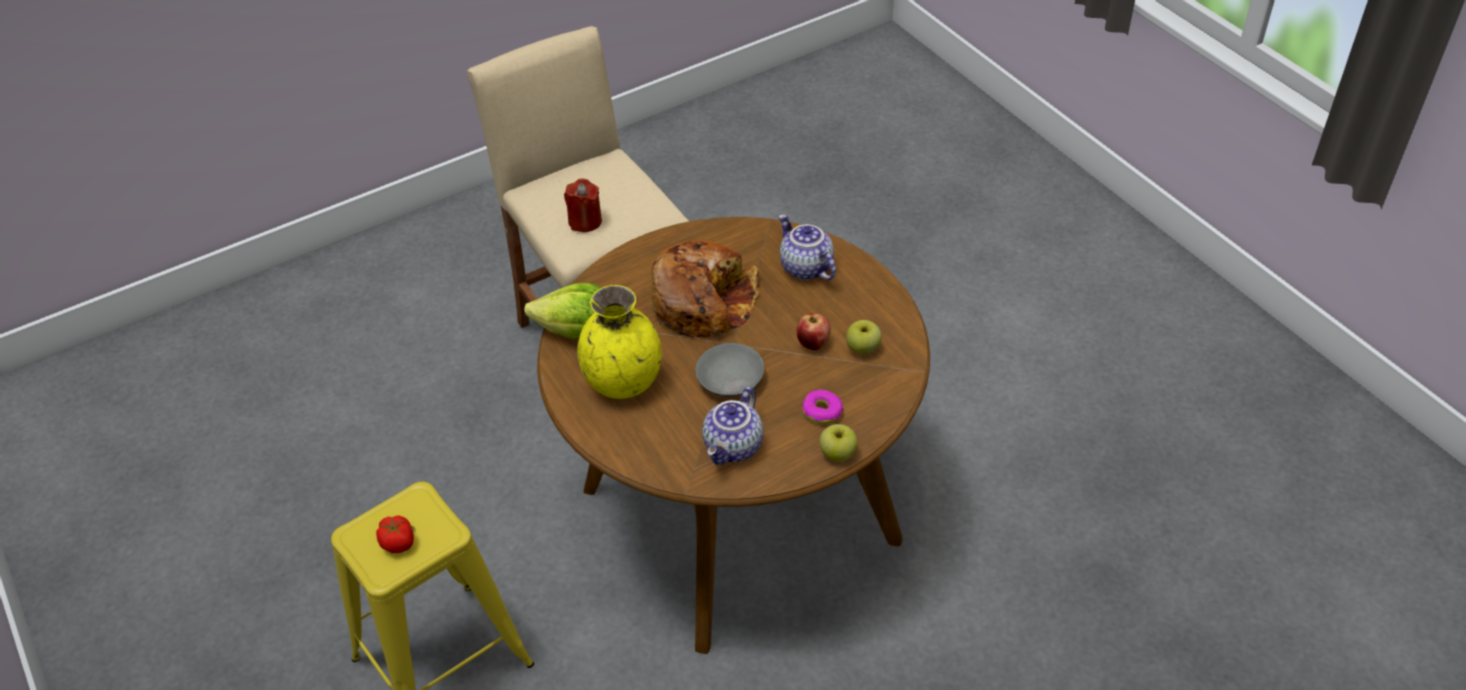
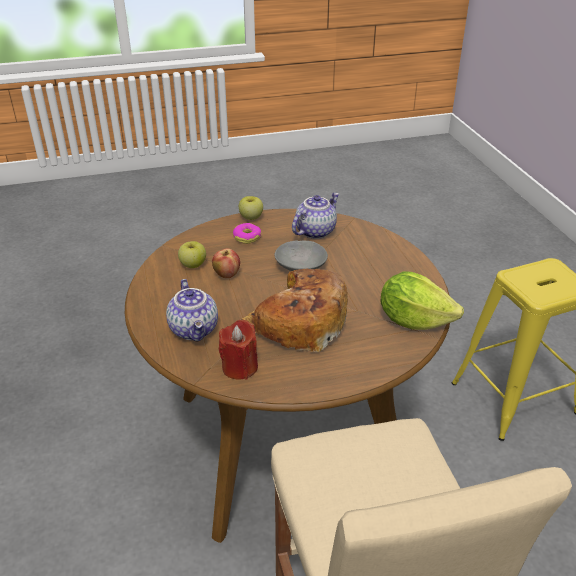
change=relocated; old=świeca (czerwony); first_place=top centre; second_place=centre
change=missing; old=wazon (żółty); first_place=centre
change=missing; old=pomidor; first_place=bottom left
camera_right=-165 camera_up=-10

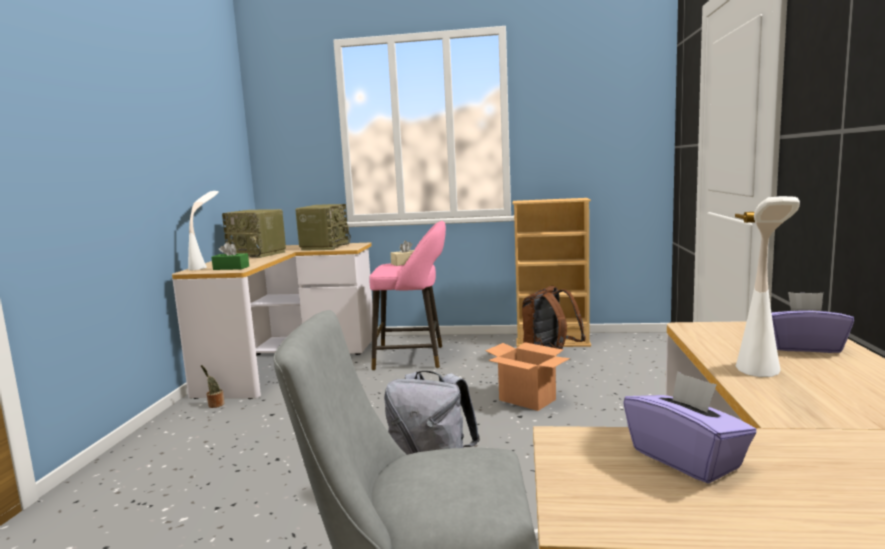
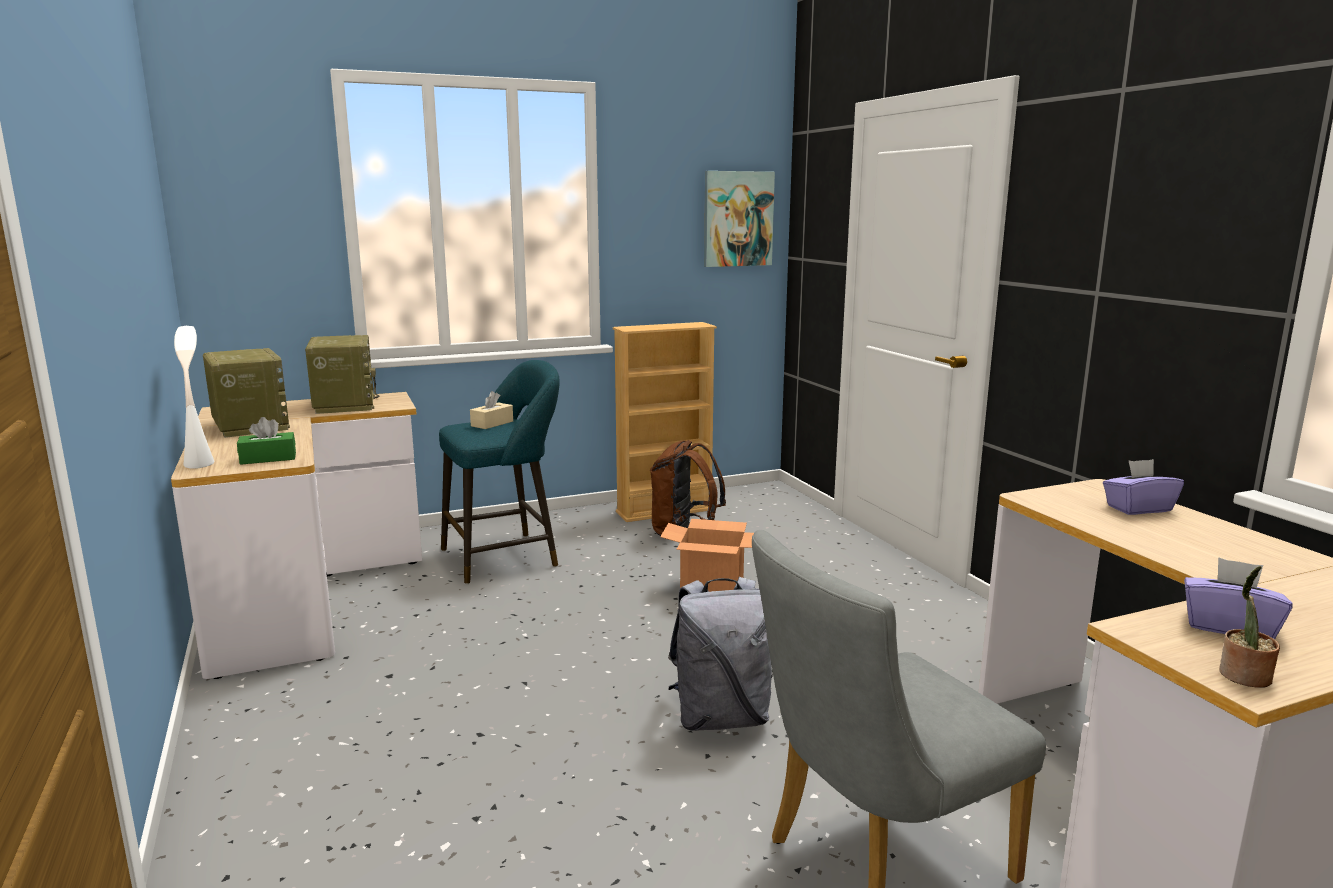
change=missing; old=lampa stołowa (biały) (no. 2 from left); first_place=middle right
change=spun; old=radio (no. 1 from left); first_place=middle left; second_place=middle left; degrees=-120
change=colour; old=stołek (różowy); new=stołek (turkusowy); first_place=centre; second_place=centre
change=relocated; old=roślina doniczkowa; first_place=bottom left; second_place=bottom right
change=appeared; new=obraz; second_place=top centre
camera_right=-30 camera_up=5

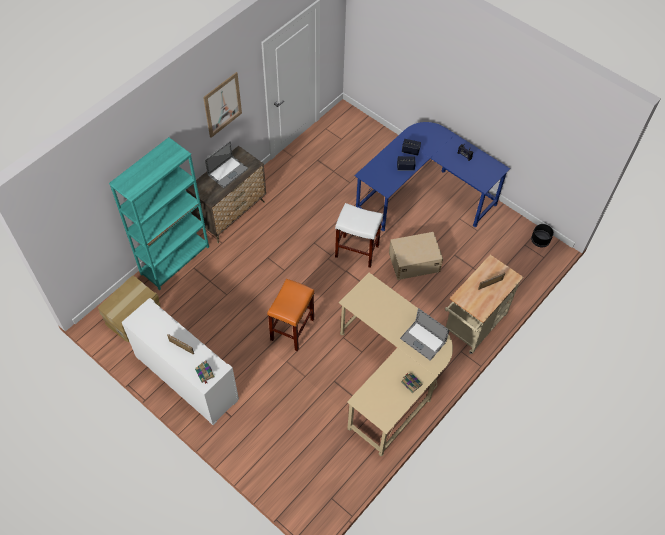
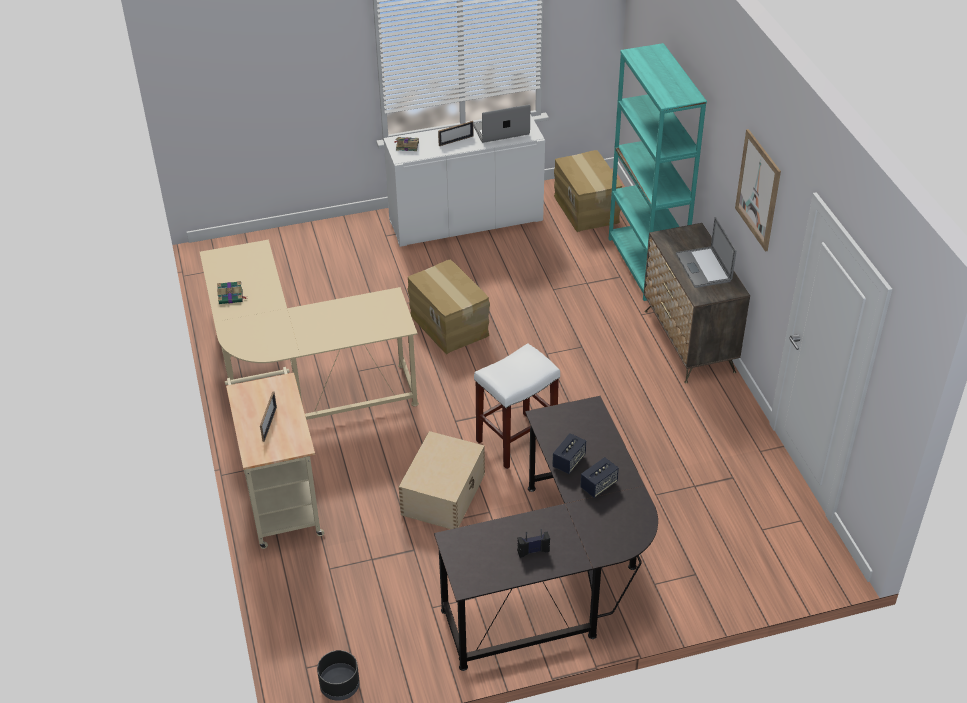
change=colour; old=biurko (niebieski); new=biurko (czarny); first_place=top centre; second_place=bottom centre
change=exchanged; old=stołek (pomarańczowy); new=karton (no. 1 from left); first_place=centre; second_place=centre
change=relocated; old=laptop (no. 2 from left in the first image); new=laptop (no. 1 from left); first_place=centre; second_place=top centre
camera_right=125 camera_up=-15

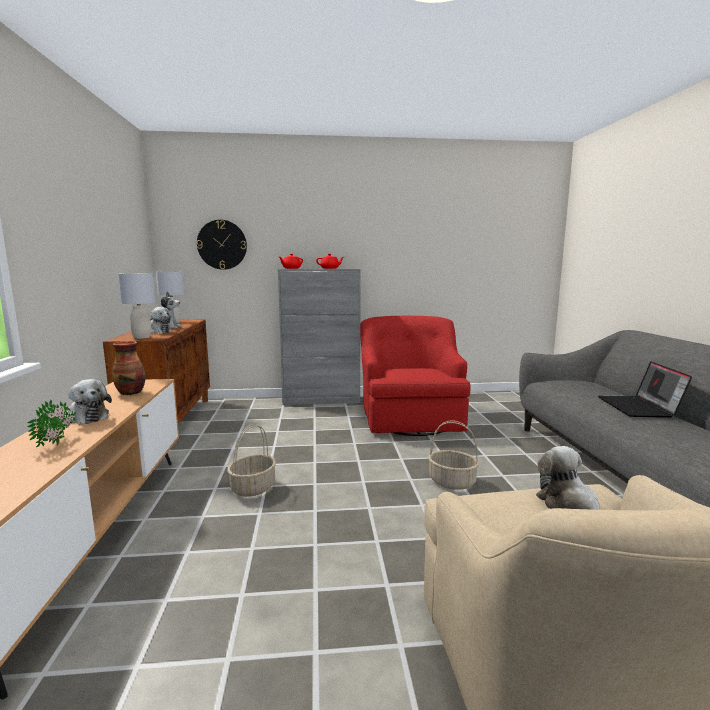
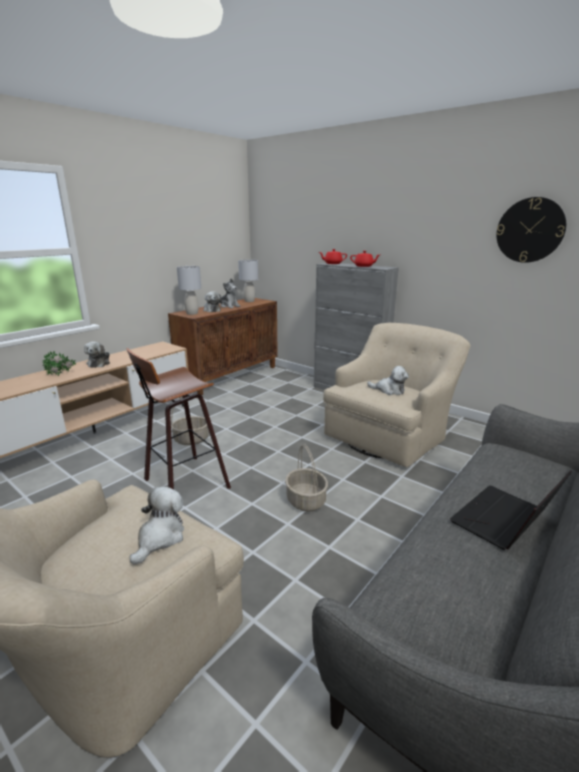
change=relocated; old=zegar ścienny; first_place=middle left; second_place=top right
change=colour; old=fotel (czerwony); new=fotel (beżowy) (no. 2 from left); first_place=centre; second_place=middle right
change=missing; old=wazon; first_place=middle left
change=appeared; new=stołek; second_place=middle left
change=appeared; new=pluszak (no. 5 from left); second_place=middle right
camera_right=45 camera_up=10

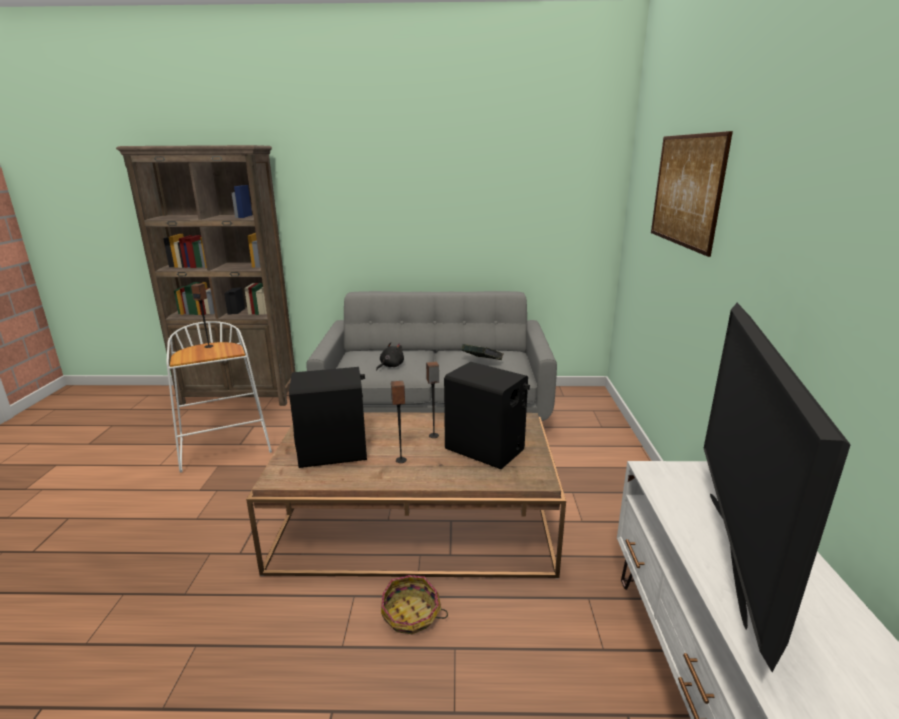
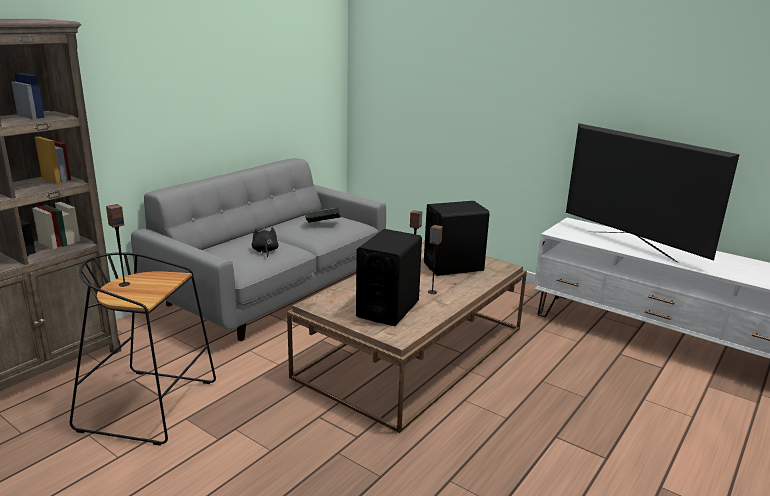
change=missing; old=obraz; first_place=top right
change=colour; old=stołek (biały); new=stołek (czarny); first_place=middle left; second_place=bottom left
change=missing; old=koszyk; first_place=bottom centre
camera_right=-55 camera_up=0

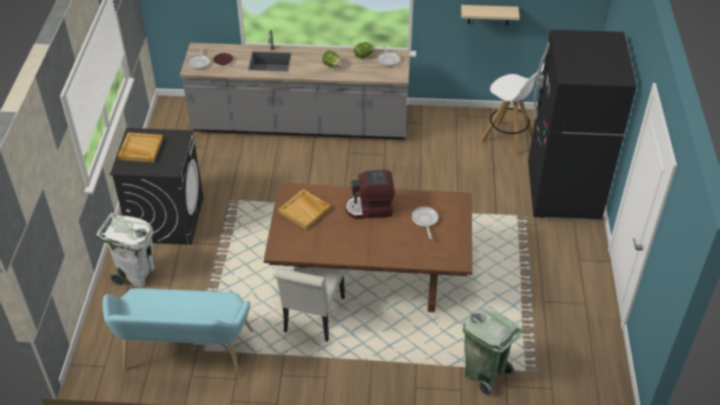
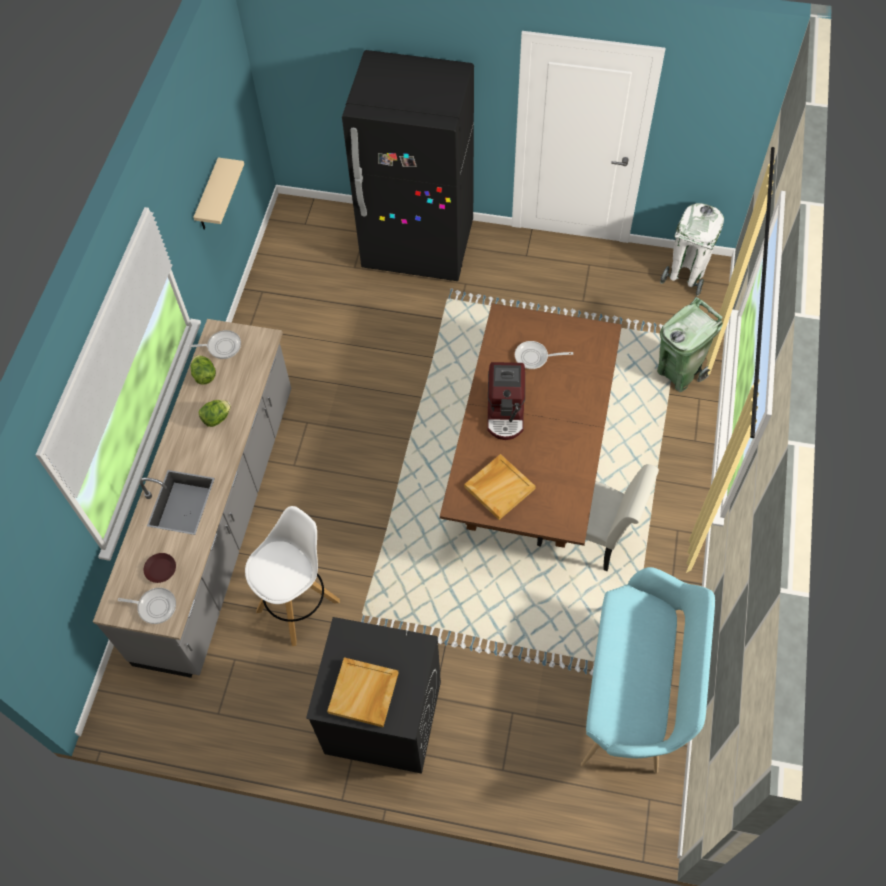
change=relocated; old=stołek (biały); first_place=top right; second_place=middle left
change=relocated; old=kosz na śmieci (biały); first_place=middle left; second_place=top right
camera_right=-80 camera_up=15

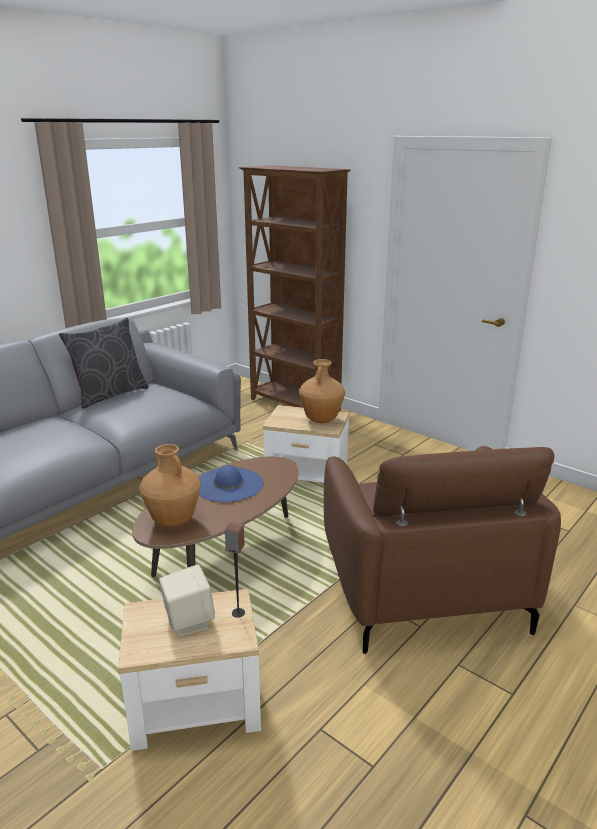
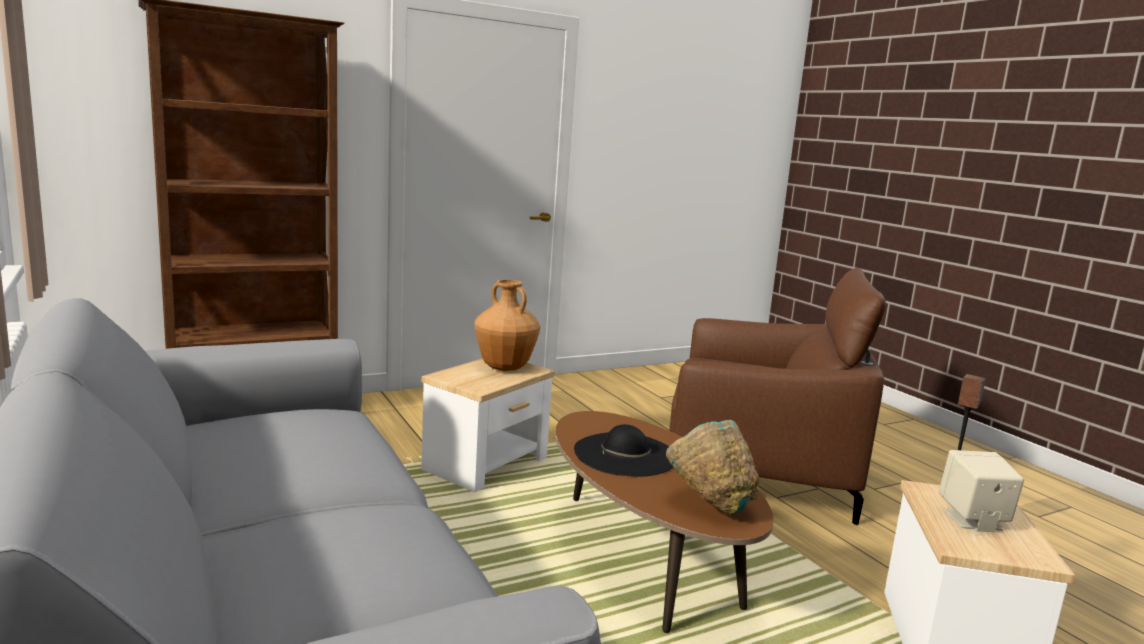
change=missing; old=poduszka (szary); first_place=middle left
change=exchanged; old=wazon (brązowy) (no. 1 from left); new=miska (turkusowy); first_place=middle left; second_place=bottom centre
change=colour; old=kapelusz (niebieski); new=kapelusz (czarny); first_place=centre; second_place=bottom centre
camera_right=-70 camera_up=-10

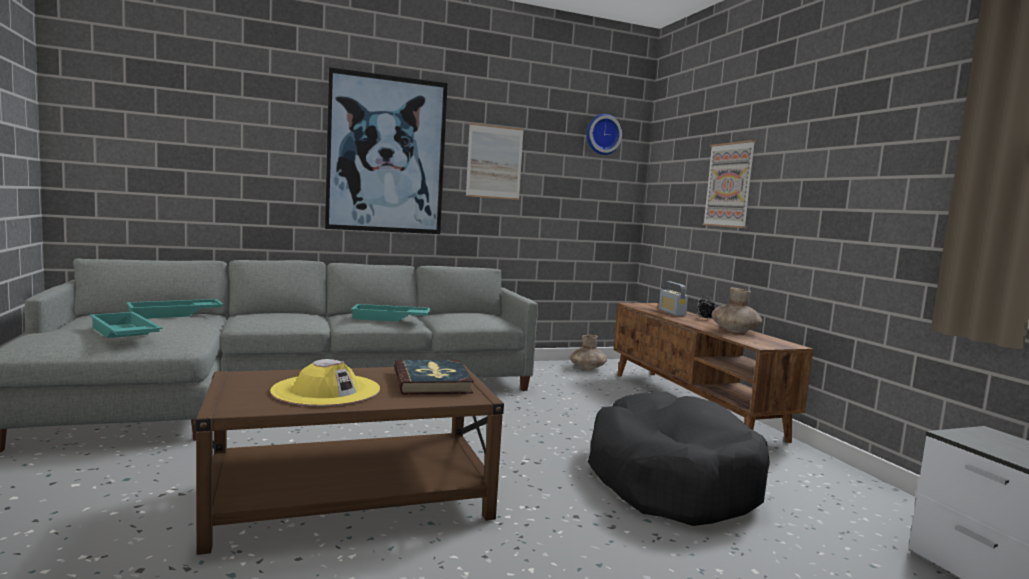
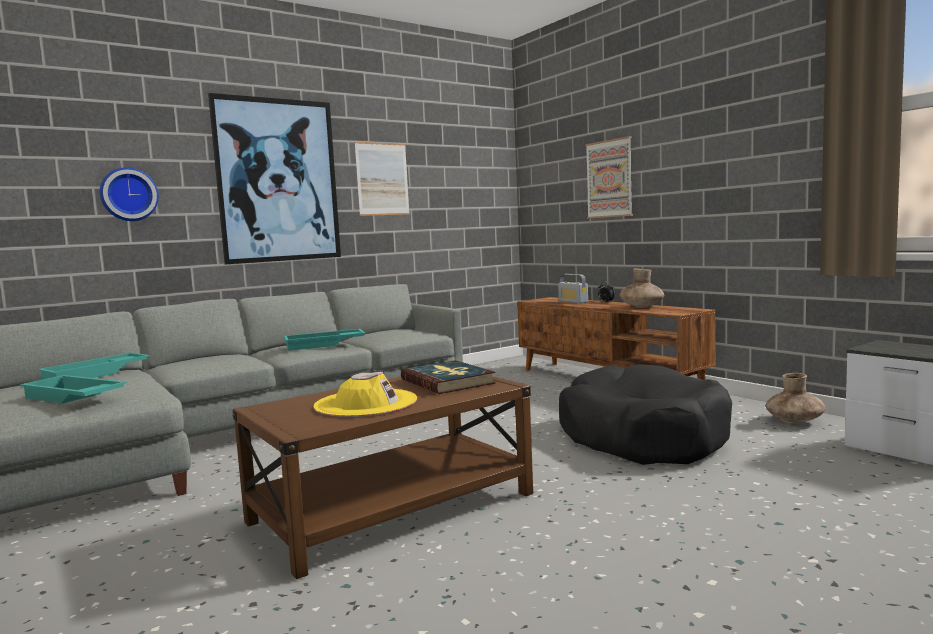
change=relocated; old=zegar ścienny; first_place=top centre; second_place=top left
change=relocated; old=wazon (brązowy) (no. 1 from left in the first image); new=wazon (brązowy) (no. 2 from left); first_place=centre; second_place=middle right
camera_right=-15 camera_up=0

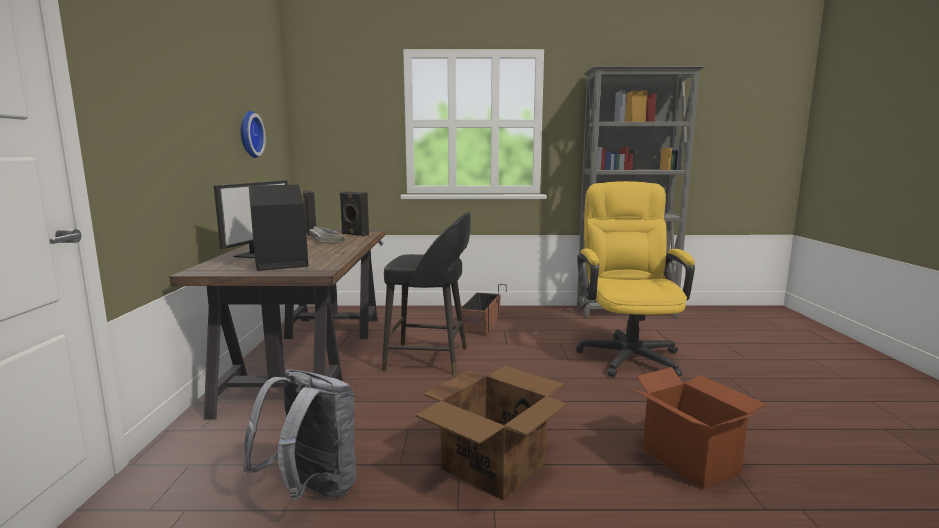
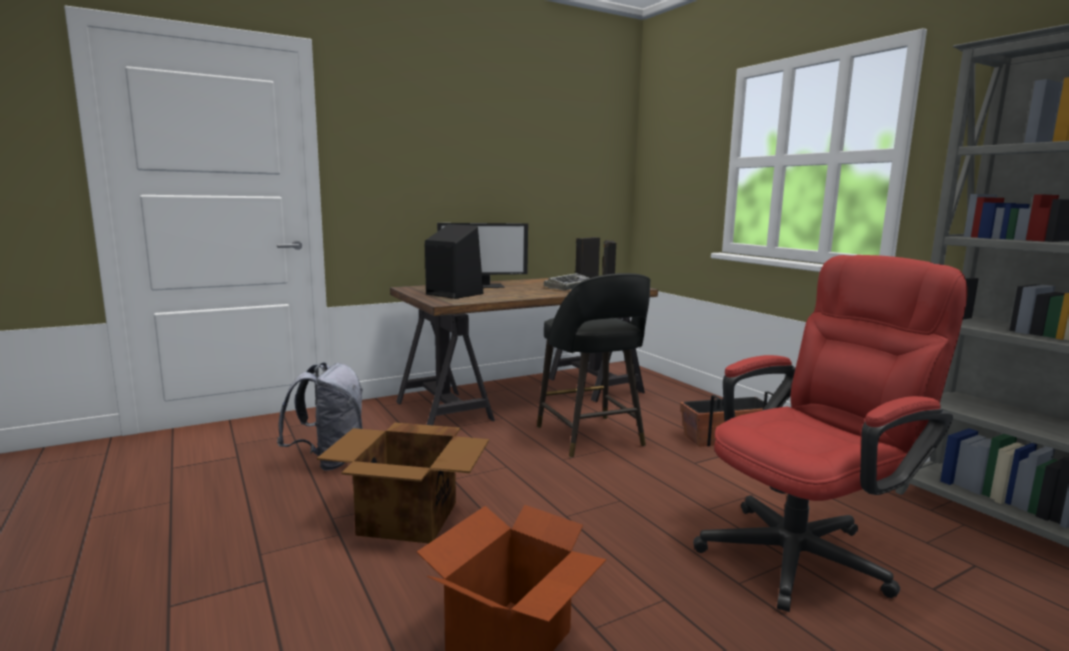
change=missing; old=zegar ścienny; first_place=top left
change=colour; old=krzesło biurowe (żółty); new=krzesło biurowe (czerwony); first_place=middle right; second_place=middle right
camera_right=60 camera_up=0

